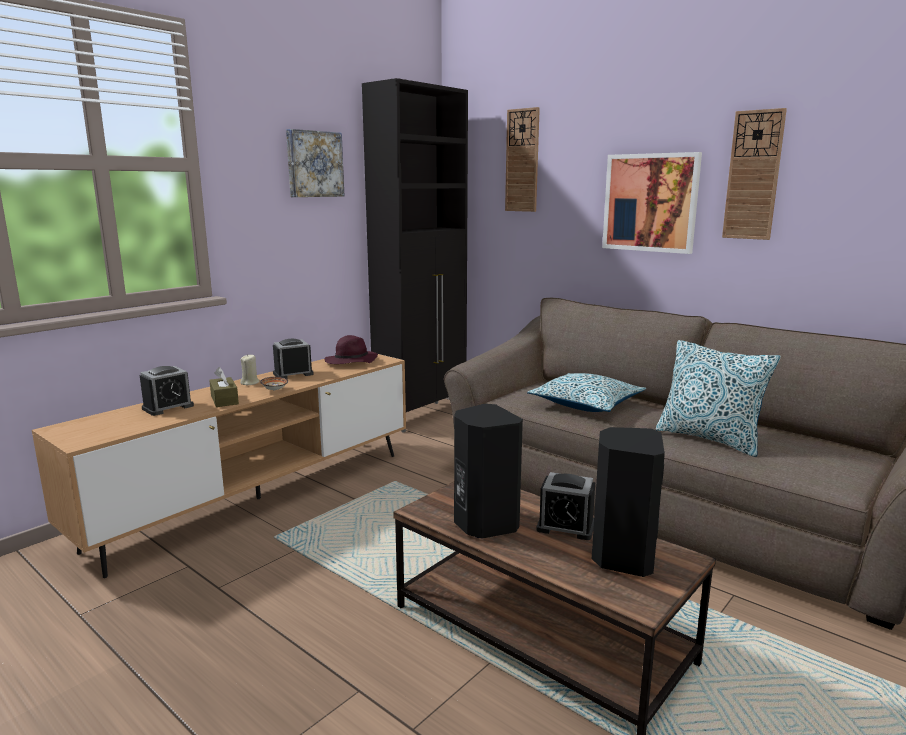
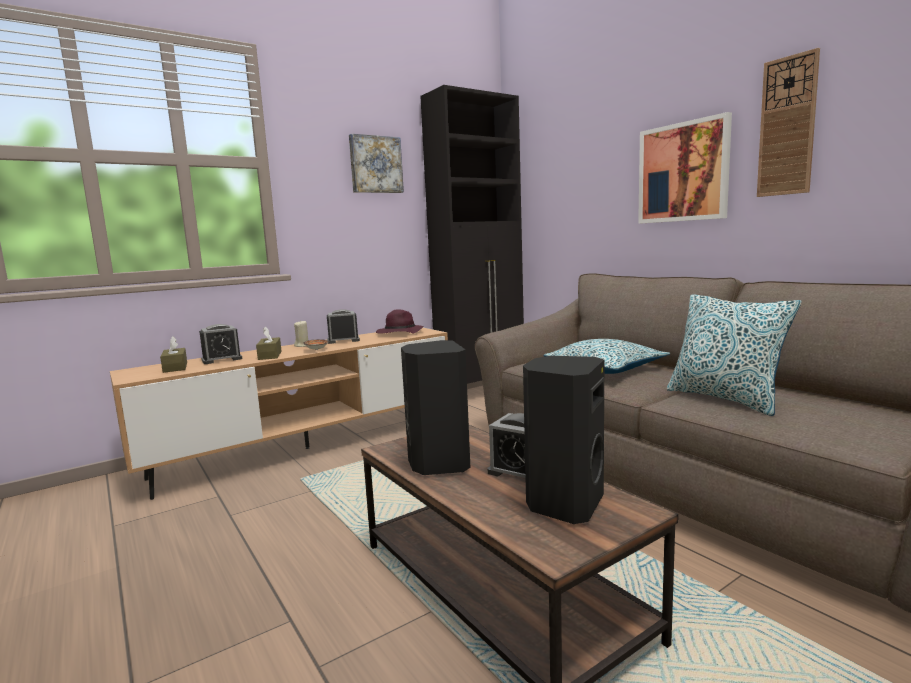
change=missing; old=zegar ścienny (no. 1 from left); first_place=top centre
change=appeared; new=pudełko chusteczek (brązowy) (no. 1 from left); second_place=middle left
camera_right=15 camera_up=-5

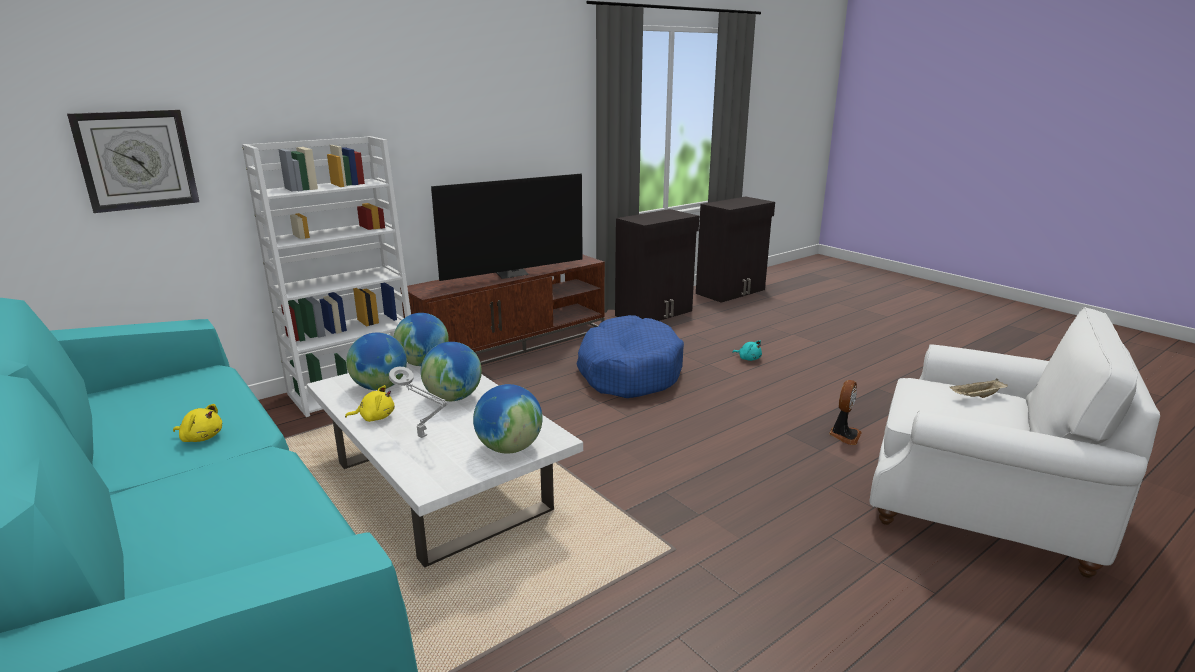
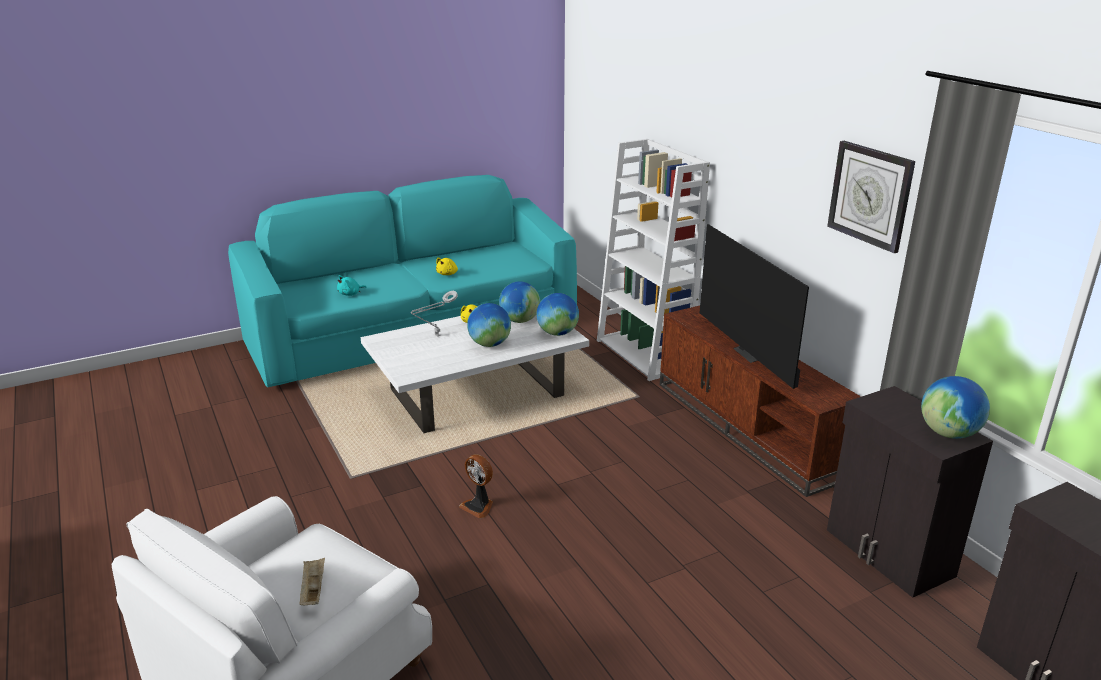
change=relocated; old=zegar ścienny; first_place=top left; second_place=top right
change=missing; old=legowisko (niebieski); first_place=centre
change=relocated; old=pluszak (turkusowy); first_place=centre; second_place=middle left
change=relocated; old=wentylator; first_place=middle right; second_place=bottom centre
change=relocated; old=globus (no. 4 from left); first_place=centre; second_place=middle right
camera_right=100 camera_up=5

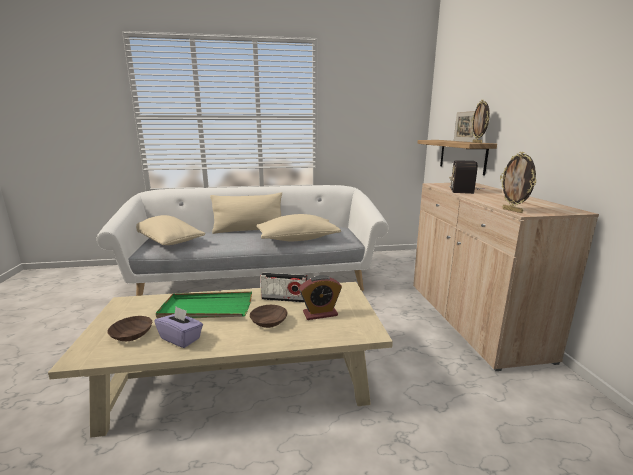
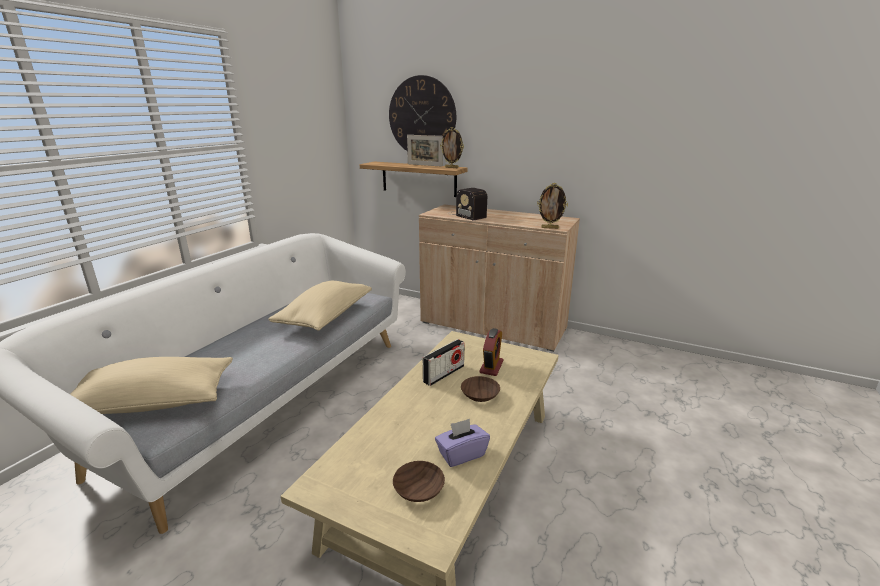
change=missing; old=poduszka (beżowy) (no. 2 from left); first_place=centre
change=missing; old=taca (zielony); first_place=middle left
change=appeared; new=zegar ścienny; second_place=top centre
camera_right=-55 camera_up=5

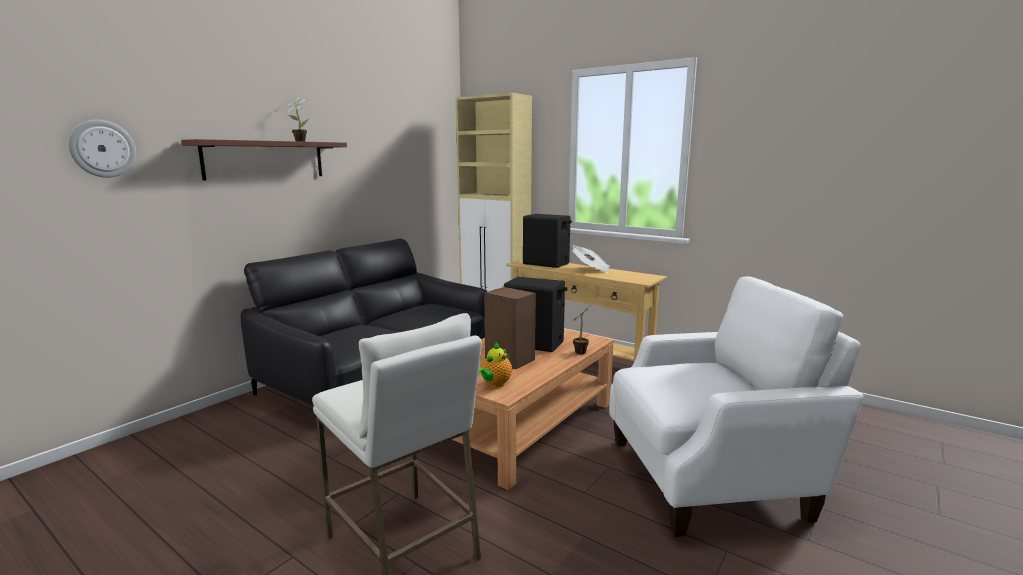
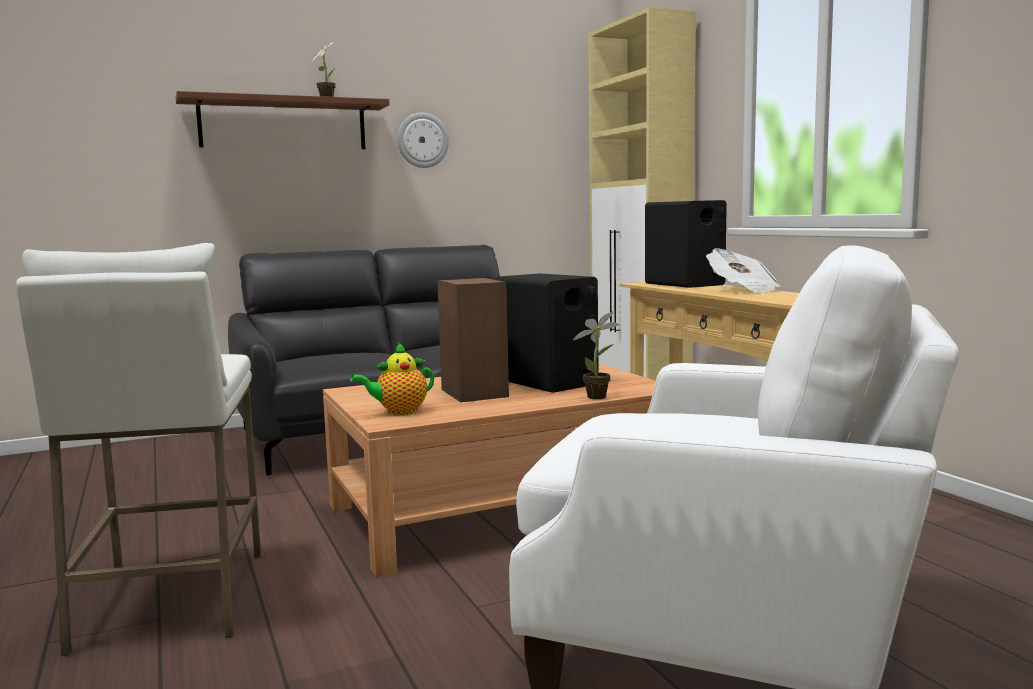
change=relocated; old=zegar ścienny; first_place=top left; second_place=top centre
camera_right=30 camera_up=-5

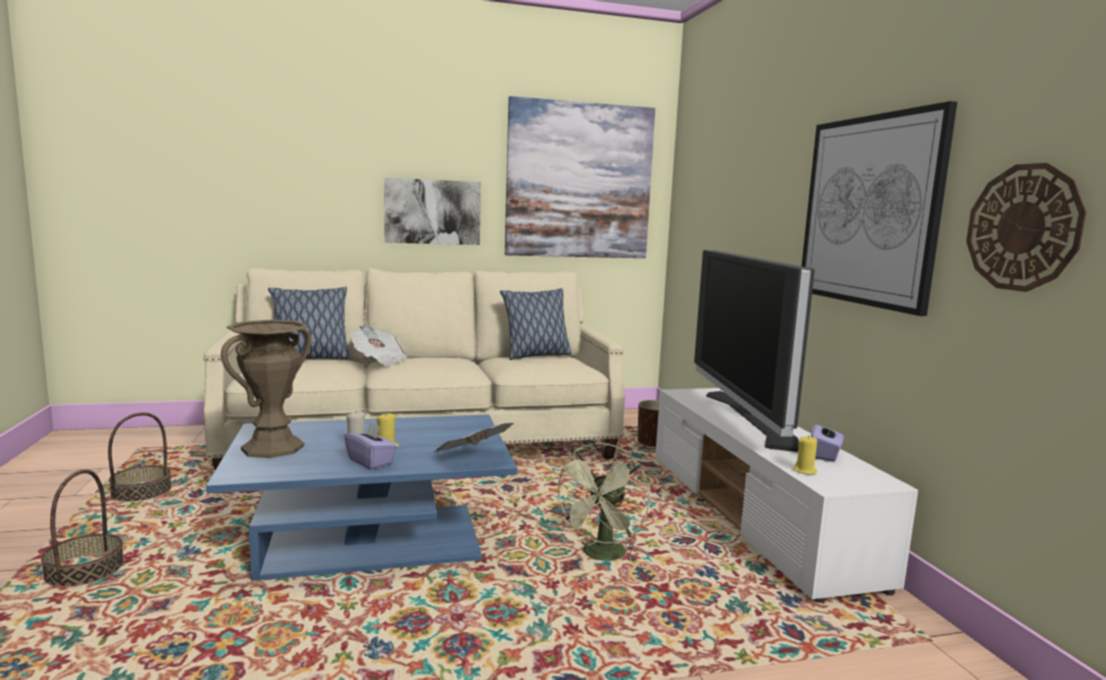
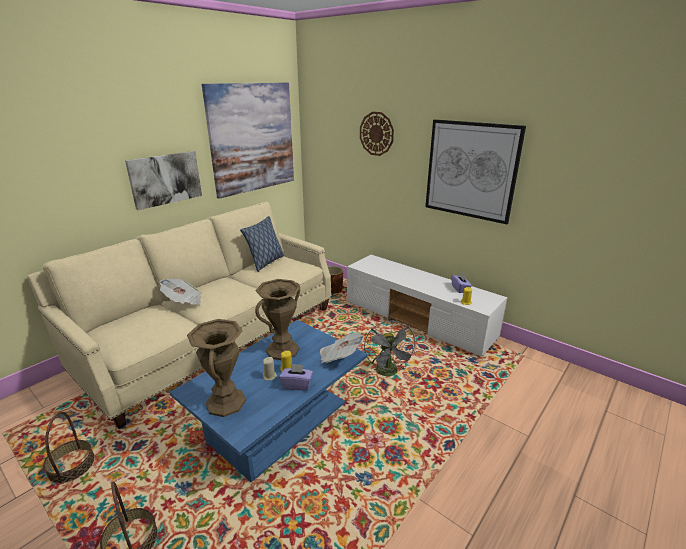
change=relocated; old=zegar ścienny; first_place=middle right; second_place=top centre
change=missing; old=telewizor; first_place=middle right
change=missing; old=poduszka (no. 1 from left); first_place=middle left
change=colour; old=wentylator (zielony); new=wentylator (szary); first_place=bottom centre; second_place=centre
change=appeared; new=wazon (brązowy) (no. 2 from left); second_place=centre
camera_right=-35 camera_up=15

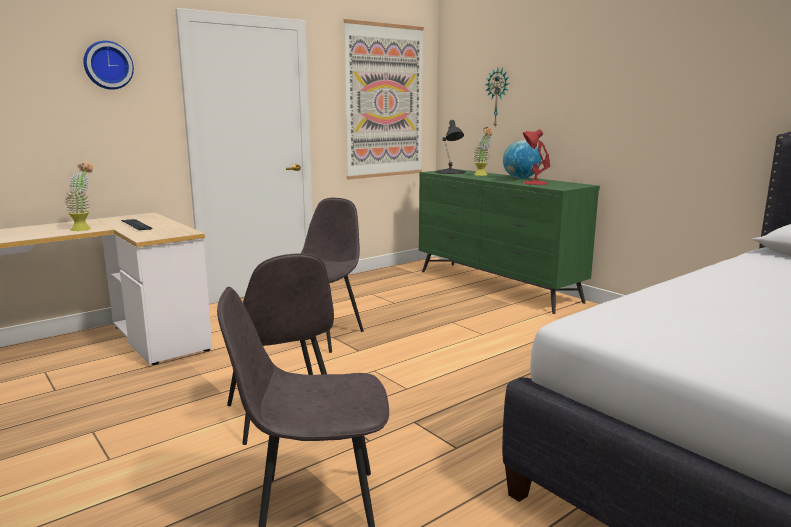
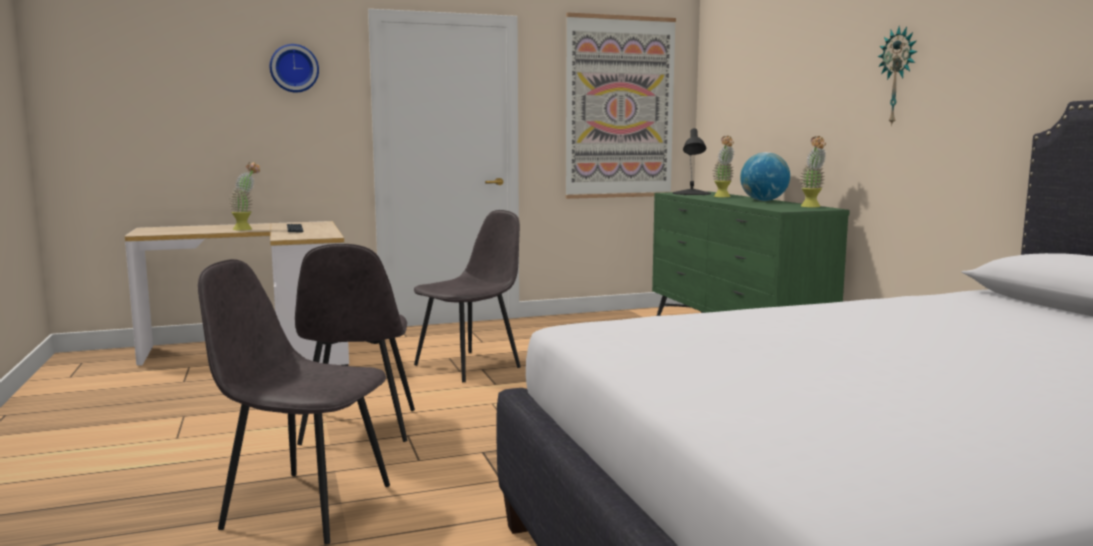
change=relocated; old=zegar ścienny (no. 2 from left); first_place=top centre; second_place=top right
change=missing; old=lampa stołowa (czerwony); first_place=top right
change=appeared; new=roślina doniczkowa (no. 3 from left); second_place=top right
camera_right=20 camera_up=-5

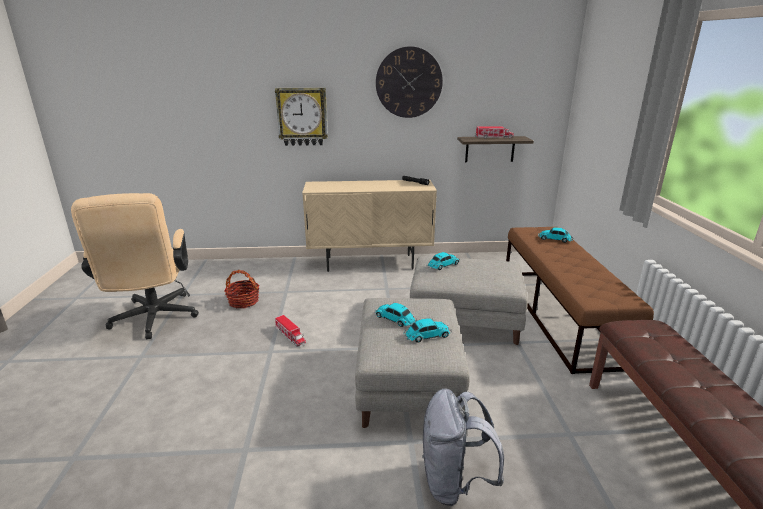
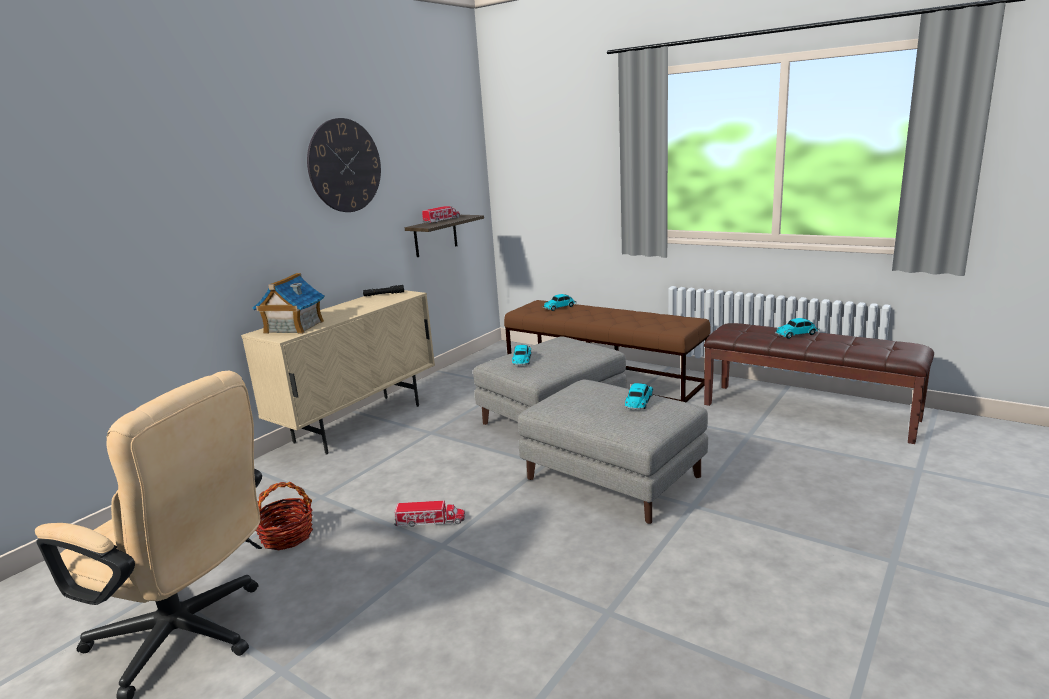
change=missing; old=zegar ścienny (no. 1 from left); first_place=top centre
change=relocated; old=samochodzik (no. 1 from left in the first image); new=samochodzik (no. 4 from left); first_place=centre; second_place=middle right
change=missing; old=plecak (szary); first_place=bottom centre
change=appeared; new=domek; second_place=middle left
camera_right=-50 camera_up=-5

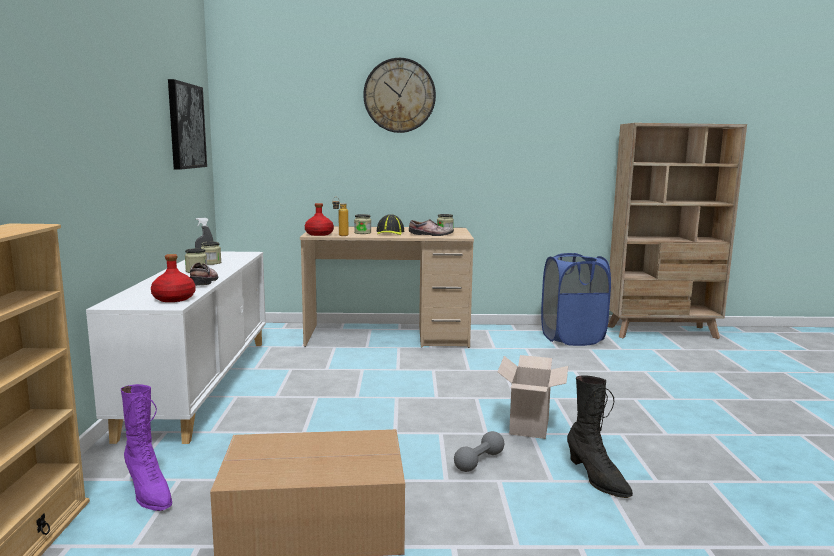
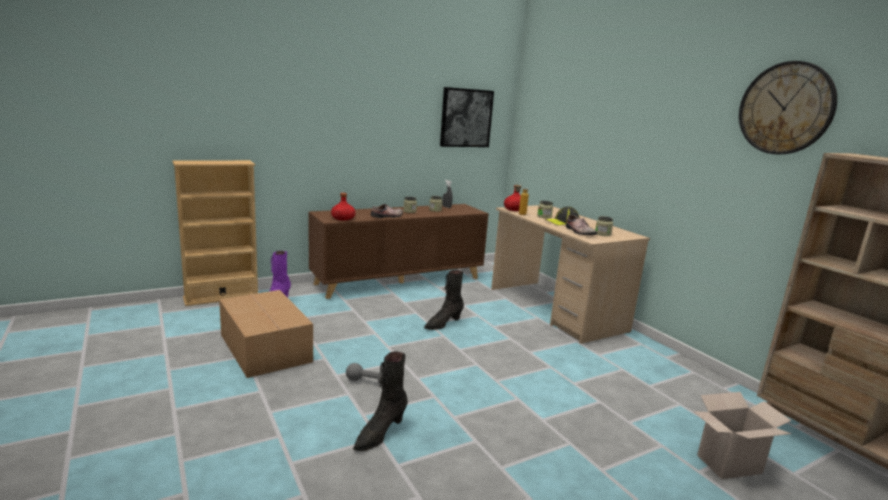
change=relocated; old=zegar ścienny; first_place=top centre; second_place=top right
change=colour; old=szafka (biały); new=szafka (brązowy); first_place=middle left; second_place=centre
change=missing; old=kosz na pranie (niebieski); first_place=middle right
change=relocated; old=karton (no. 2 from left); first_place=bottom centre; second_place=bottom right
change=appeared; new=but z cholewką (czarny) (no. 2 from left); second_place=centre
camera_right=60 camera_up=5

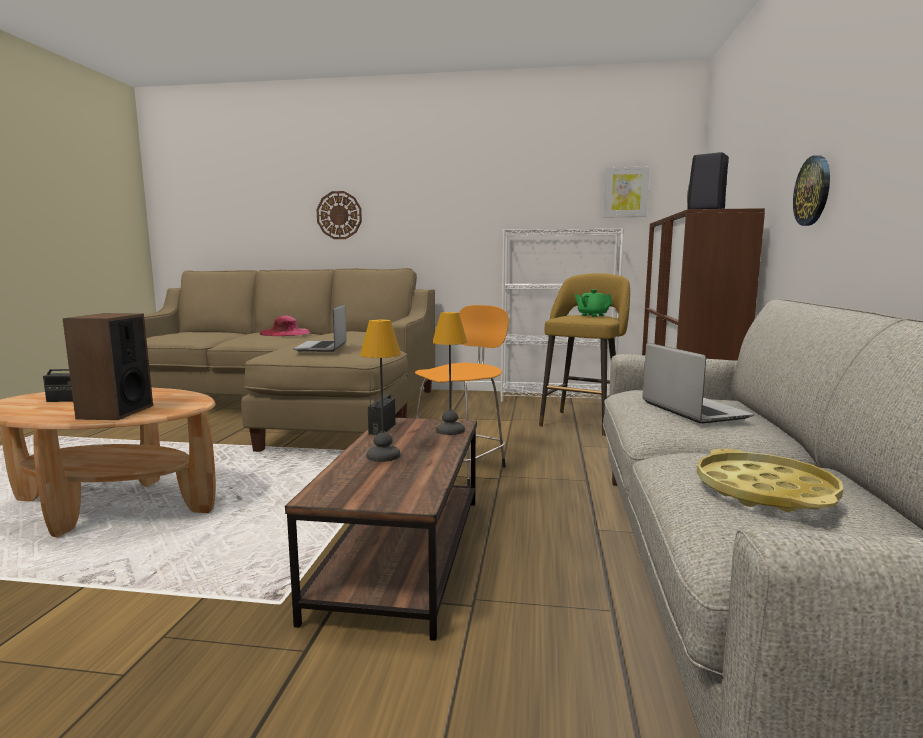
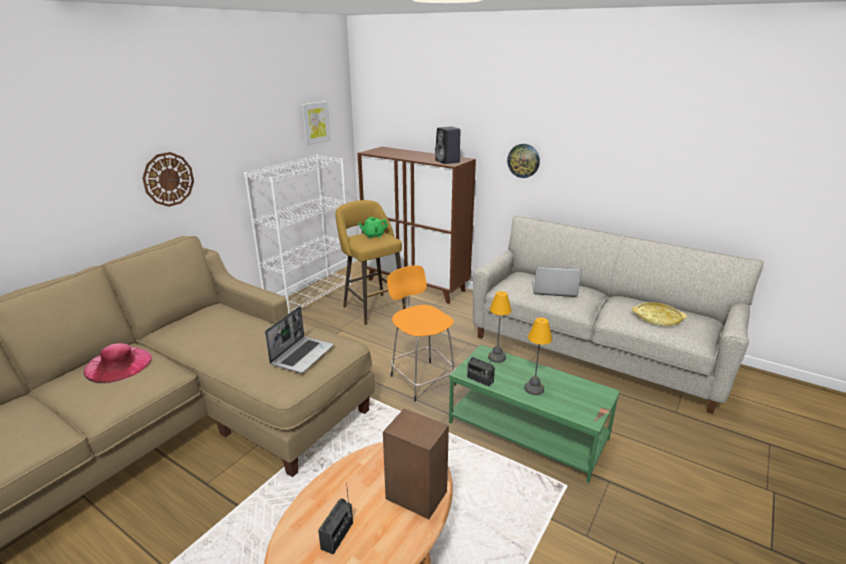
change=relocated; old=zegar ścienny (no. 1 from left); first_place=top centre; second_place=top left
change=spun; old=laptop (no. 1 from left); first_place=centre; second_place=centre; degrees=-90
change=colour; old=ława (brązowy) (no. 2 from left); new=ława (zielony); first_place=bottom centre; second_place=bottom centre
camera_right=-65 camera_up=15

